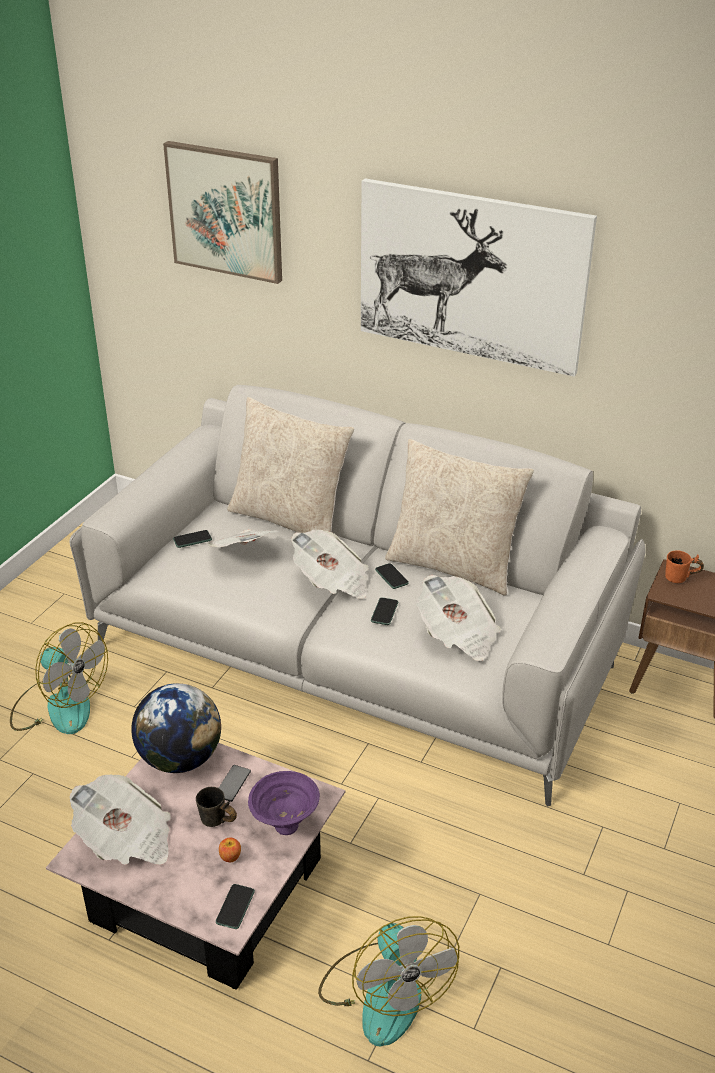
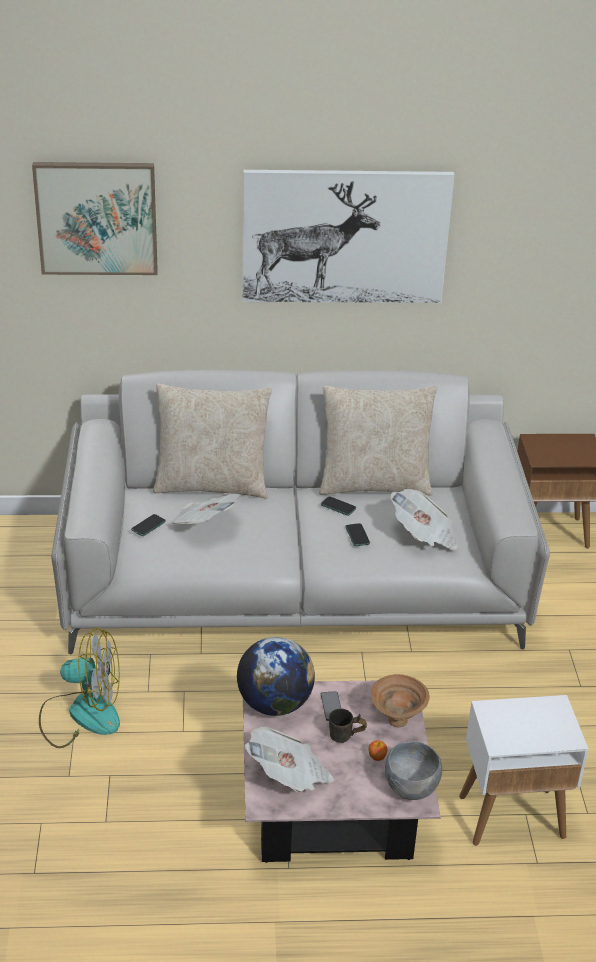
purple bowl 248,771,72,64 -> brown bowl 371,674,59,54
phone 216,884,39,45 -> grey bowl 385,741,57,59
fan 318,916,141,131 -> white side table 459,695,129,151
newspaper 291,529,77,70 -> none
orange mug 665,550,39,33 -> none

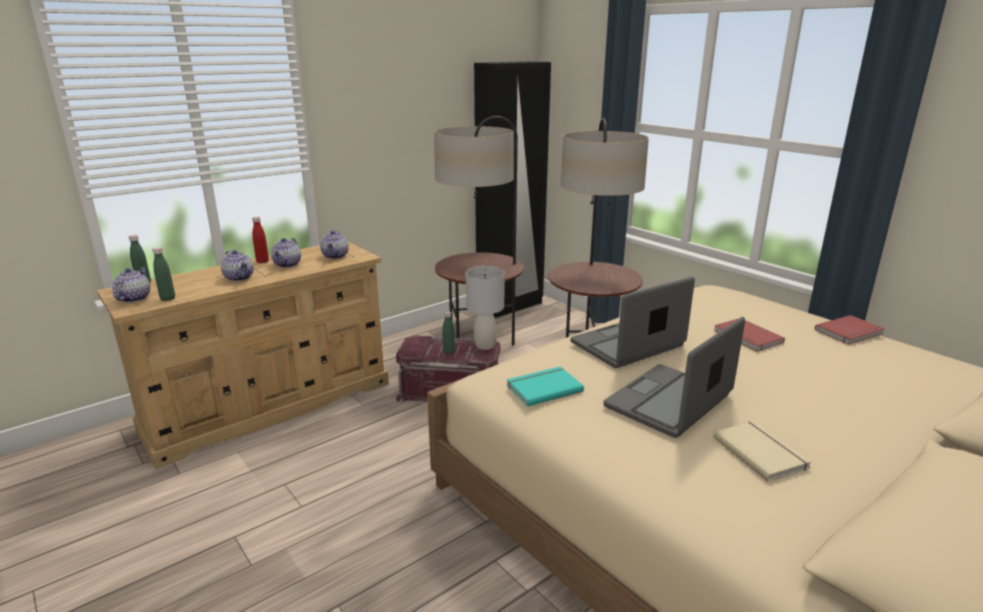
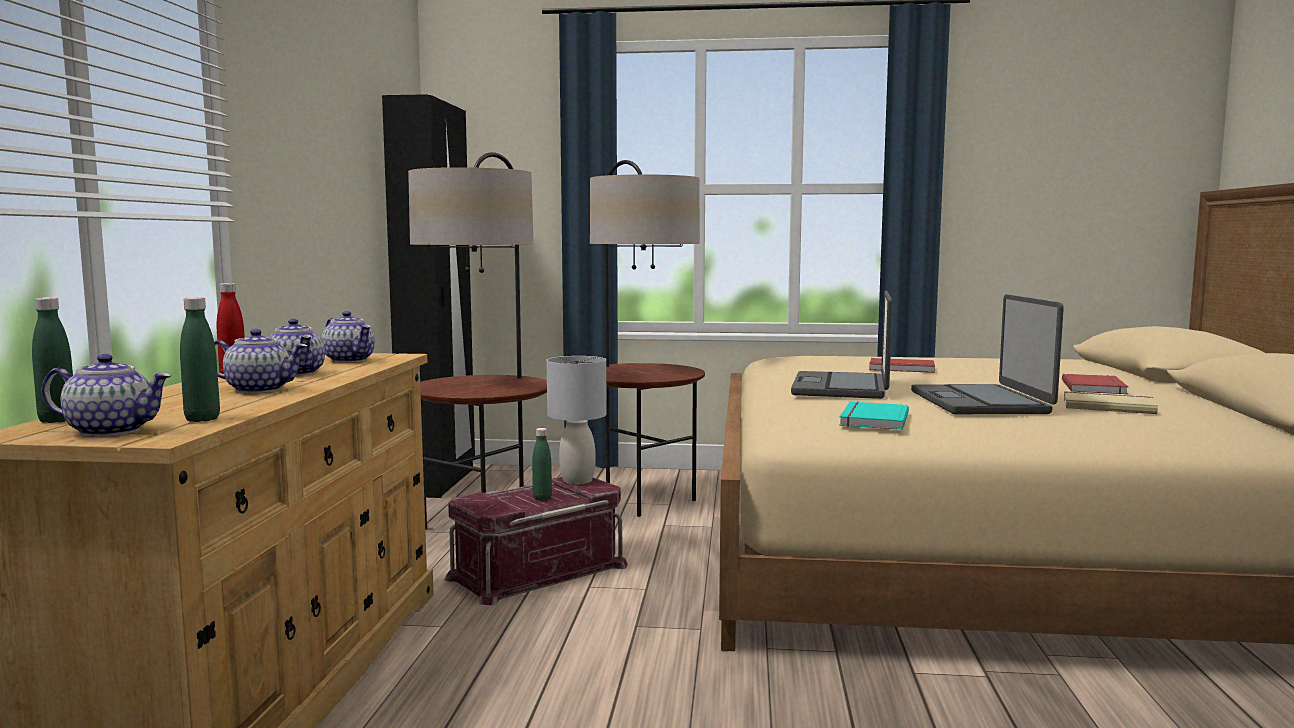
teapot 112,268,38,35 -> teapot 42,354,130,83, 135 degrees clockwise
red book 815,315,70,30 -> red book 1062,374,66,20, shifted

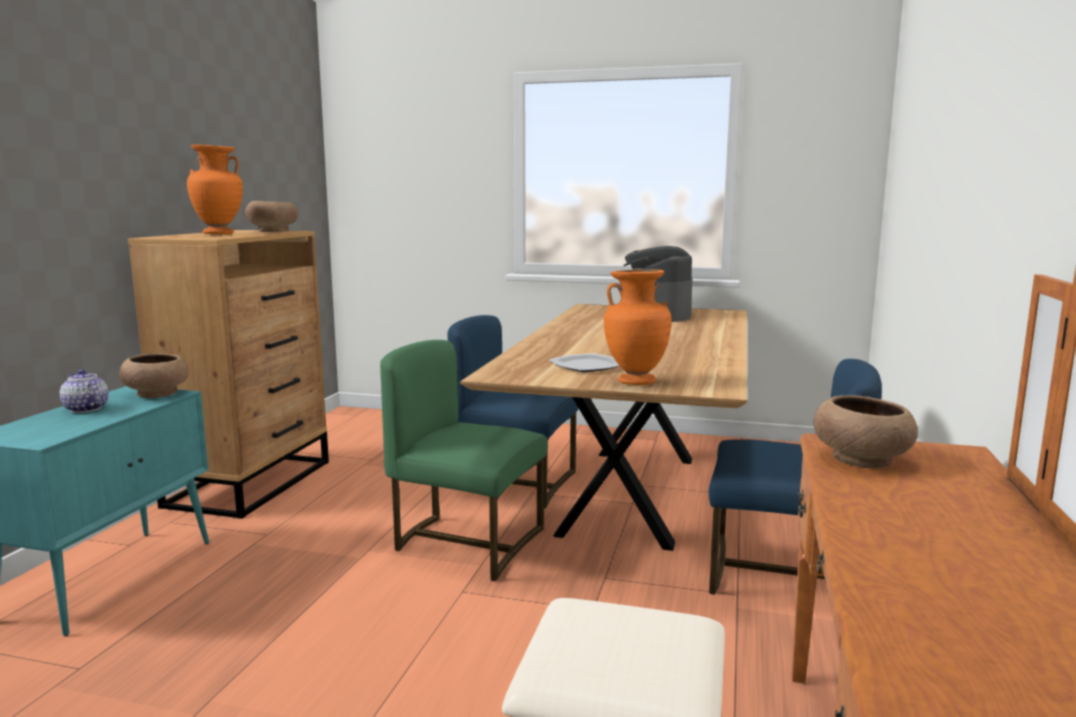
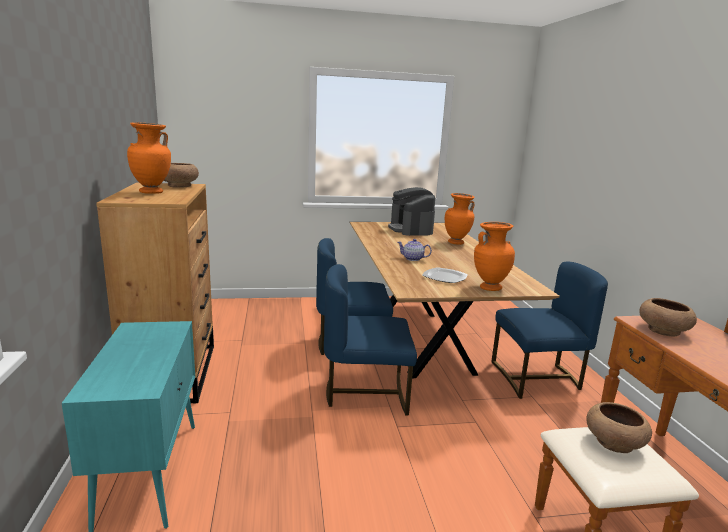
green chair 380,340,168,241 -> blue chair 324,264,93,151
teapot 60,369,49,44 -> teapot 397,239,35,22, shifted
none -> orange vase 445,193,30,52
brown bowl 119,353,70,45 -> brown bowl 586,402,66,51, shifted

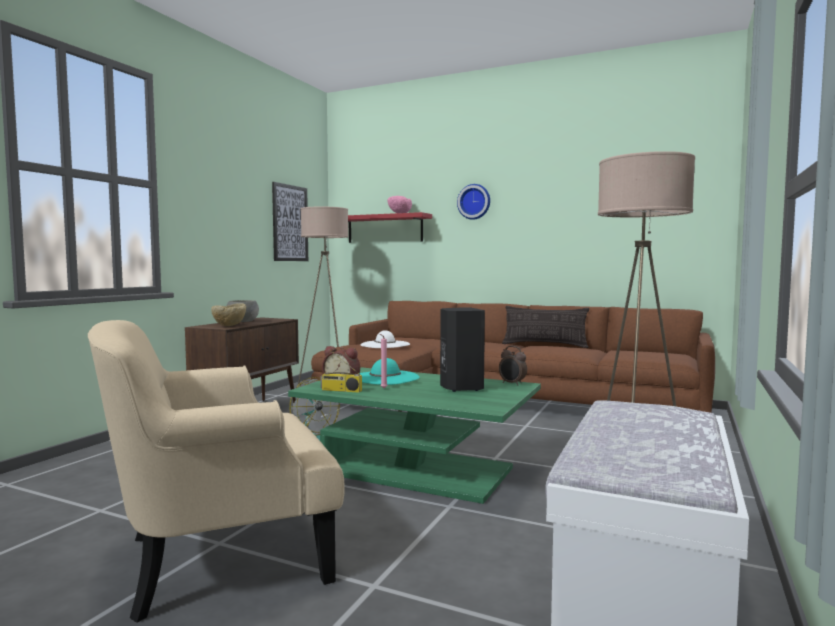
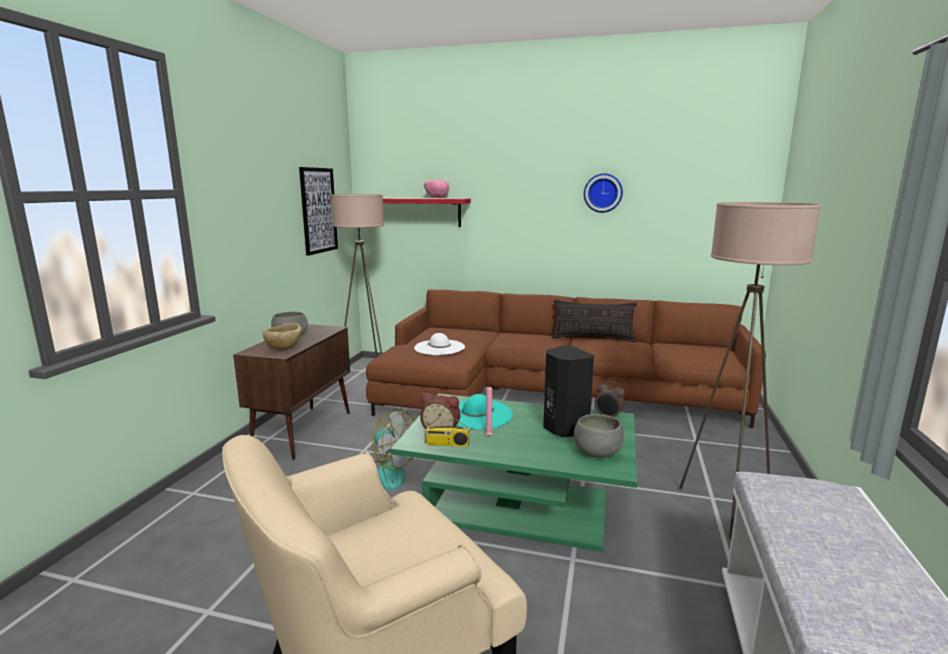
none -> grey bowl 574,414,51,44
wall clock 457,184,33,36 -> wall clock 584,173,39,40, shifted

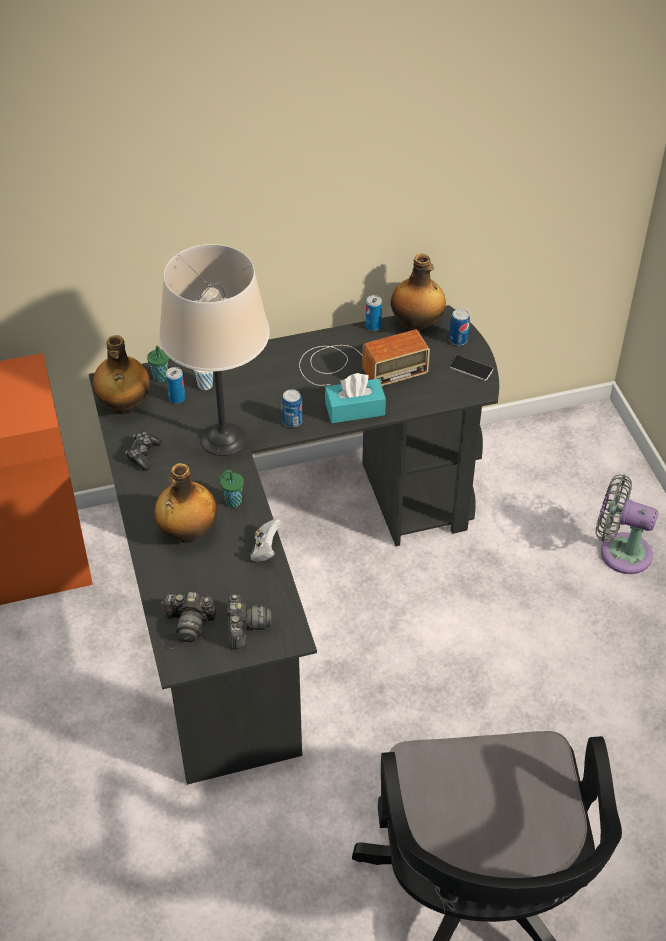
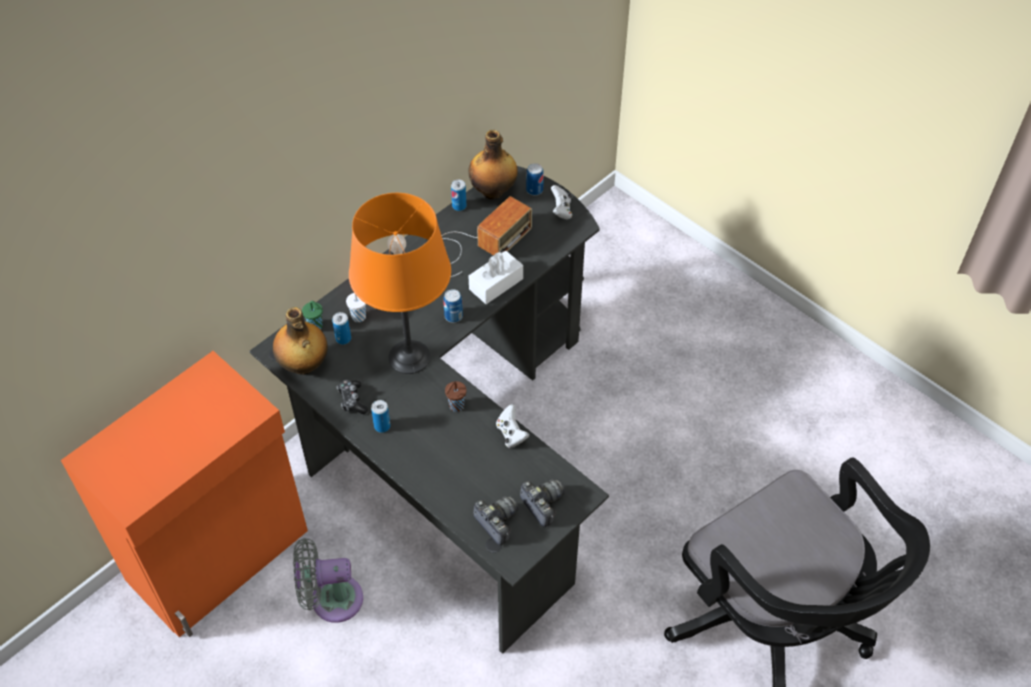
grey fan 595,474,63,100 -> grey fan 293,538,70,85, shifted
beige table lamp 159,244,111,212 -> orange table lamp 349,193,102,181
none -> can 371,400,19,33
green cup 217,470,27,37 -> brown cup 445,381,22,31
turquoise tissue box 325,373,61,50 -> white tissue box 469,251,54,53
photo camera 161,592,55,50 -> photo camera 473,496,45,50, 105 degrees counterclockwise
phone 450,355,43,26 -> white game controller 551,185,21,34
bottle 154,463,63,80 -> none

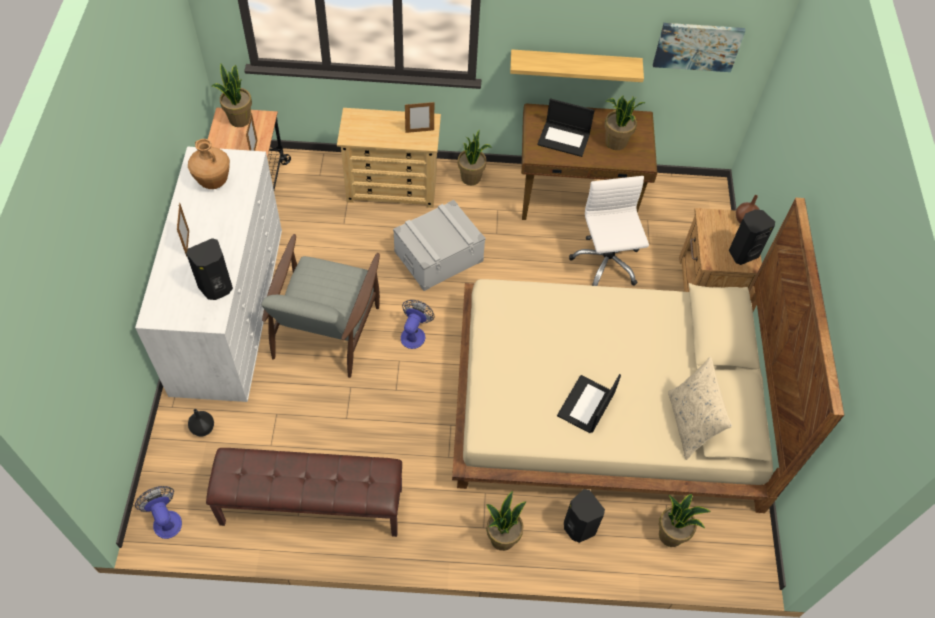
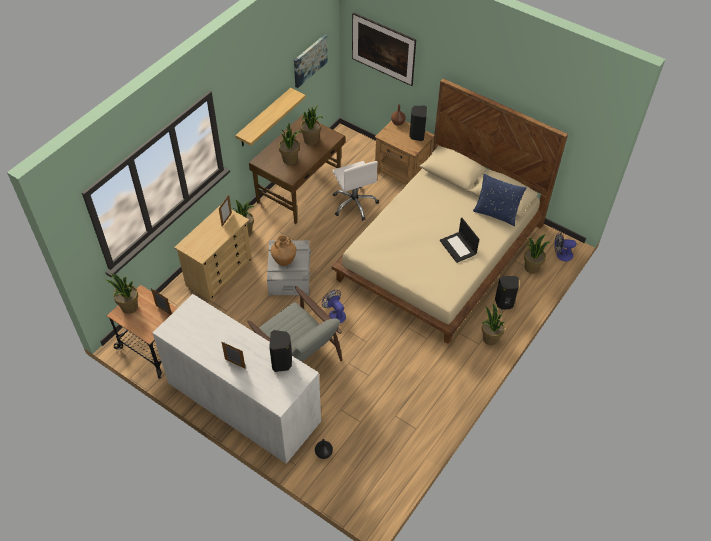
brown vase 188,139,42,50 -> brown vase 270,235,27,31, shifted
laptop 537,98,58,59 -> potted plant 279,123,22,42
white office chair 569,176,80,110 -> white office chair 333,161,46,60, 135 degrees counterclockwise
none -> picture 352,12,64,74
beige pillow 668,357,64,103 -> blue pillow 473,174,54,52
fan 135,486,47,53 -> fan 554,232,23,29, shifted
brown bench 206,448,196,89 -> none

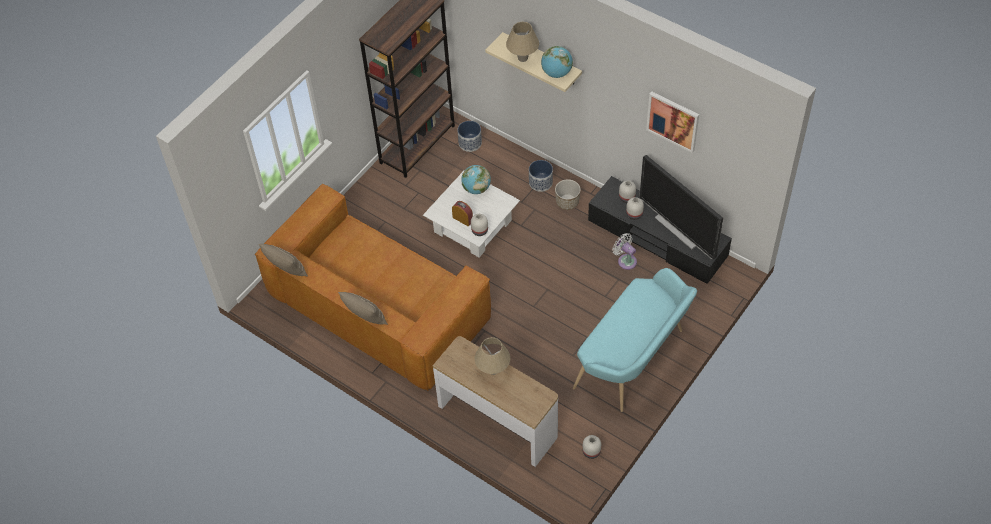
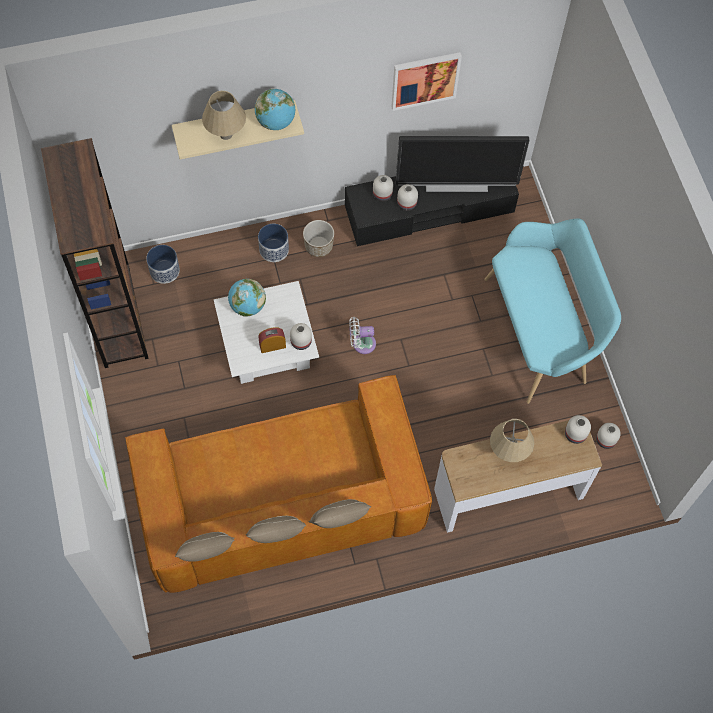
none -> beige pillow 246,516,60,27
white fan 612,233,25,37 -> white fan 349,317,27,37, shifted
none -> white vase 565,415,26,29

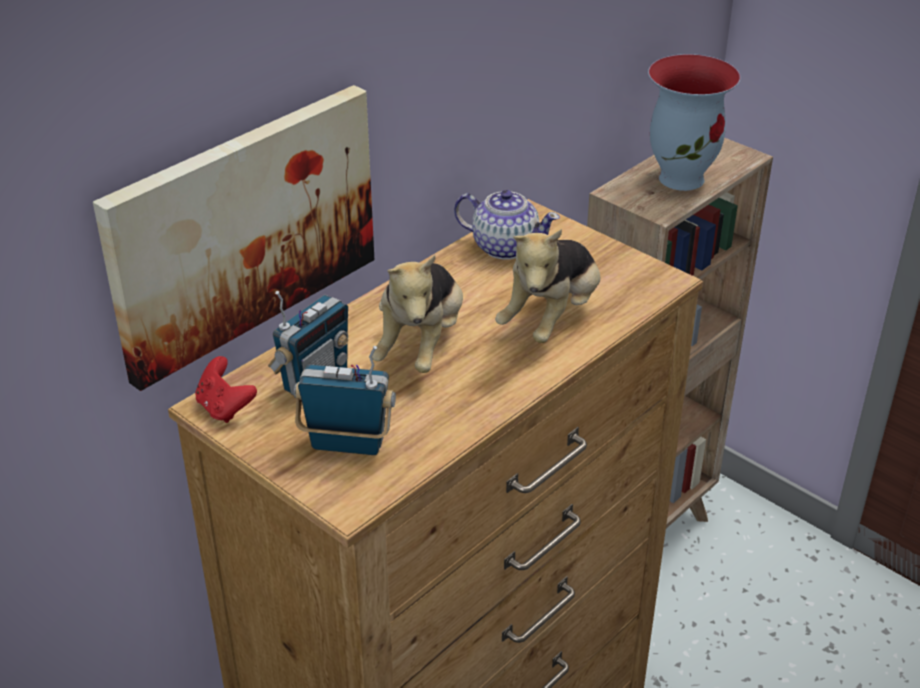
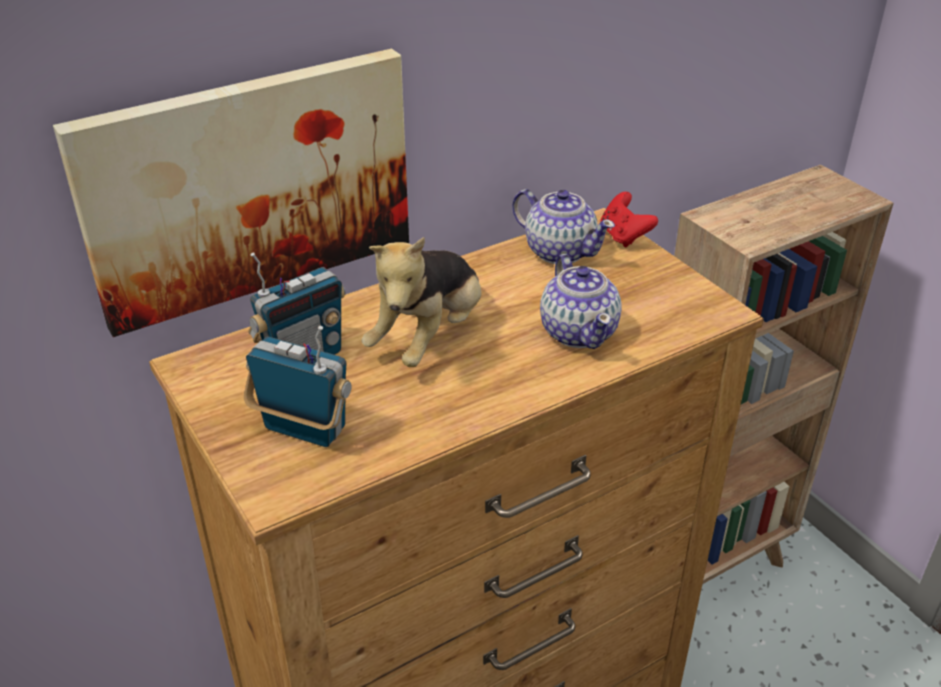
plush toy 495,229,105,114 -> teapot 540,254,82,95
red game controller 195,356,62,67 -> red game controller 601,192,57,55, shifted
vase 648,54,92,137 -> none

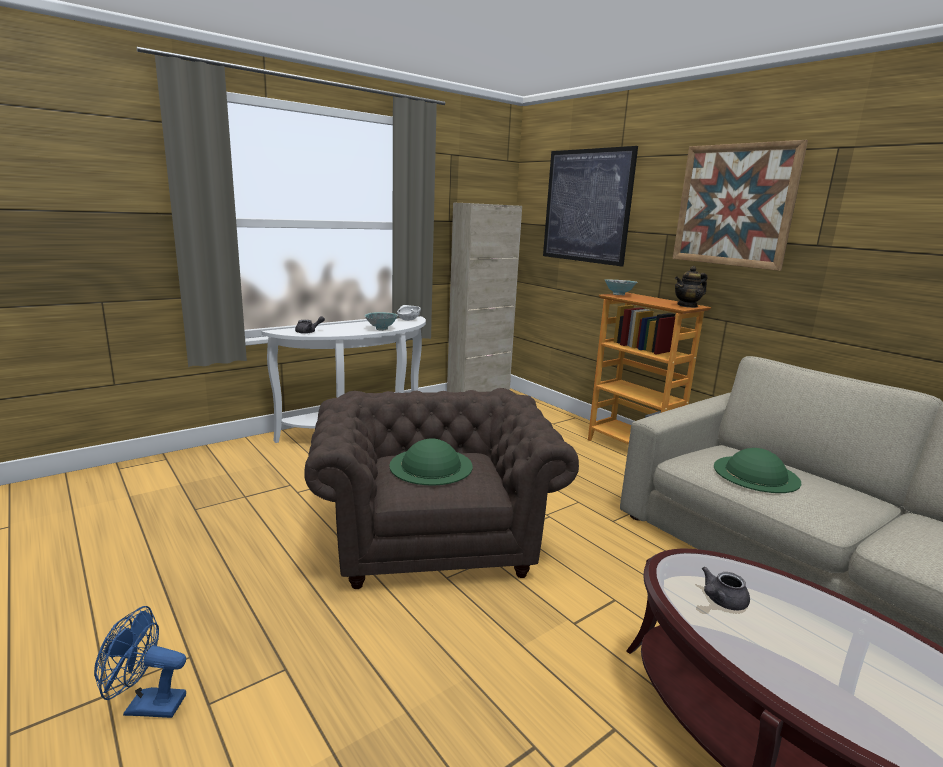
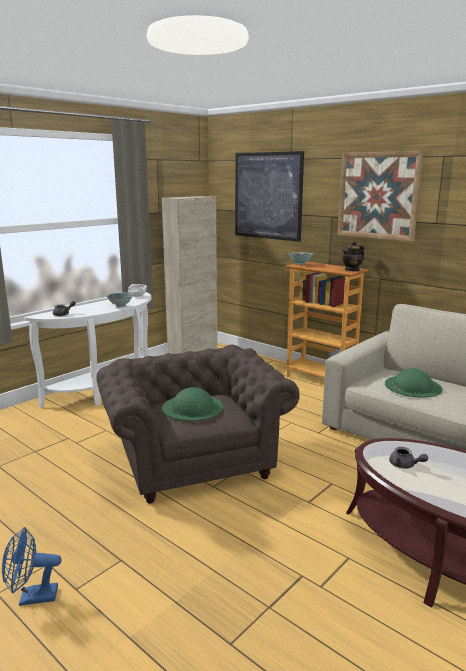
grey teapot 702,567,48,44 -> grey teapot 389,447,39,22, 90 degrees counterclockwise

